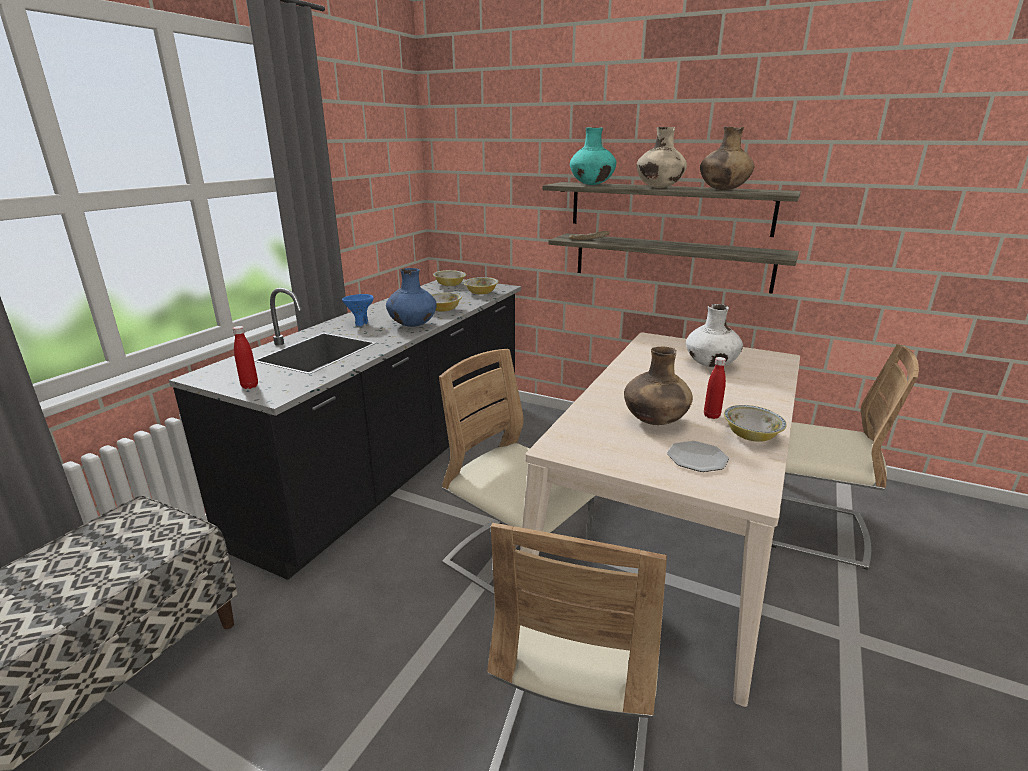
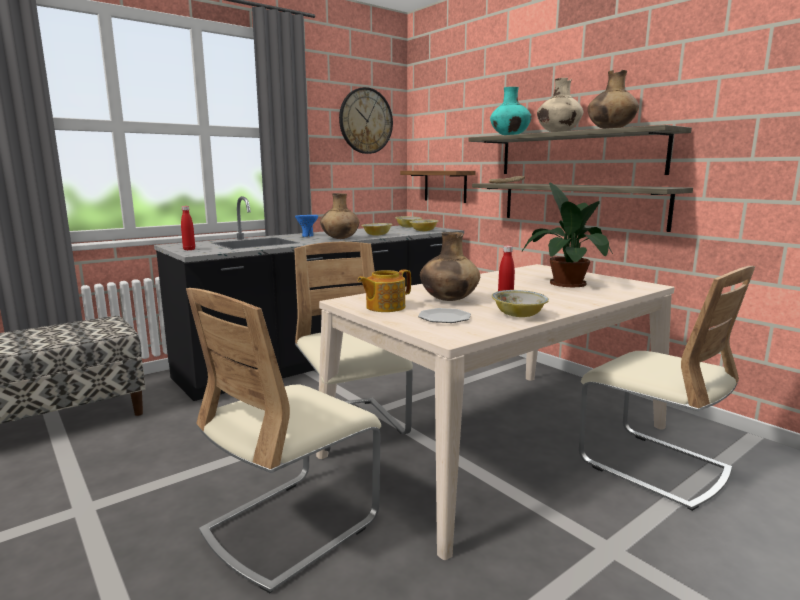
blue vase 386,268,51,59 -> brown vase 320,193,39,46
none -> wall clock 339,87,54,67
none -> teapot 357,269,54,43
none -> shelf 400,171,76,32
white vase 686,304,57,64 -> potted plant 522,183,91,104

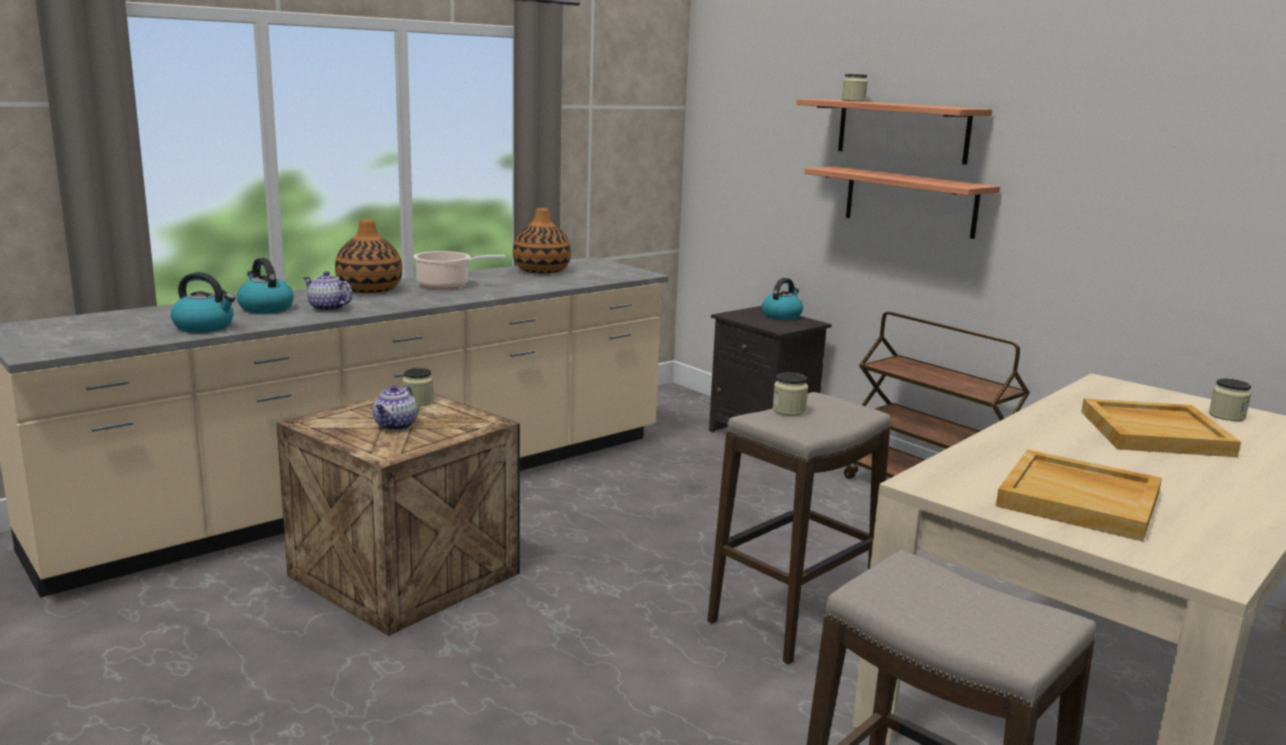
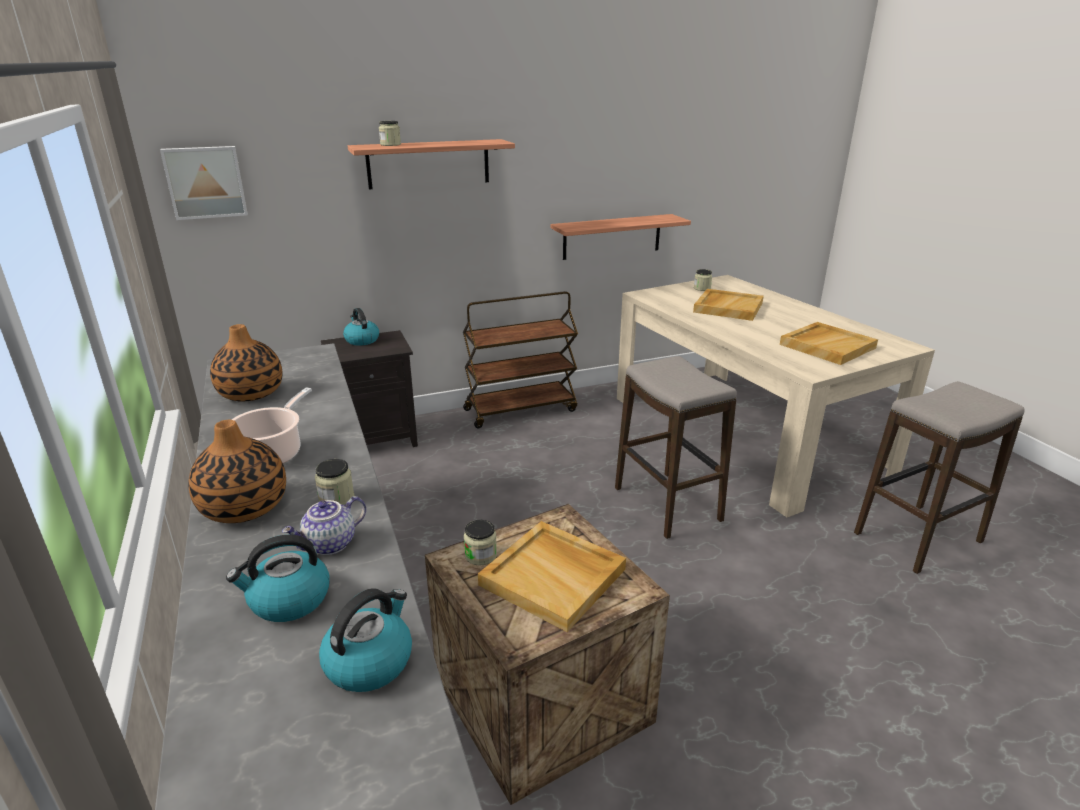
none -> picture 160,146,88,74
jar 773,372,35,44 -> jar 315,459,39,46, shifted
teapot 373,385,44,46 -> beige tray 478,521,148,111
shelf 804,167,196,72 -> shelf 551,214,140,46, shifted

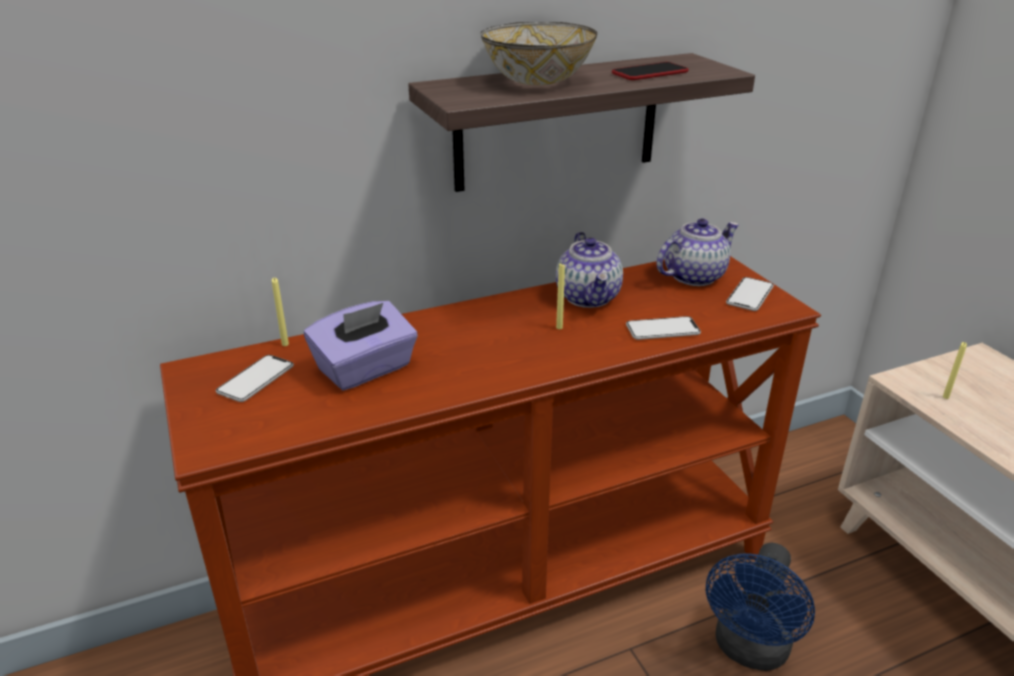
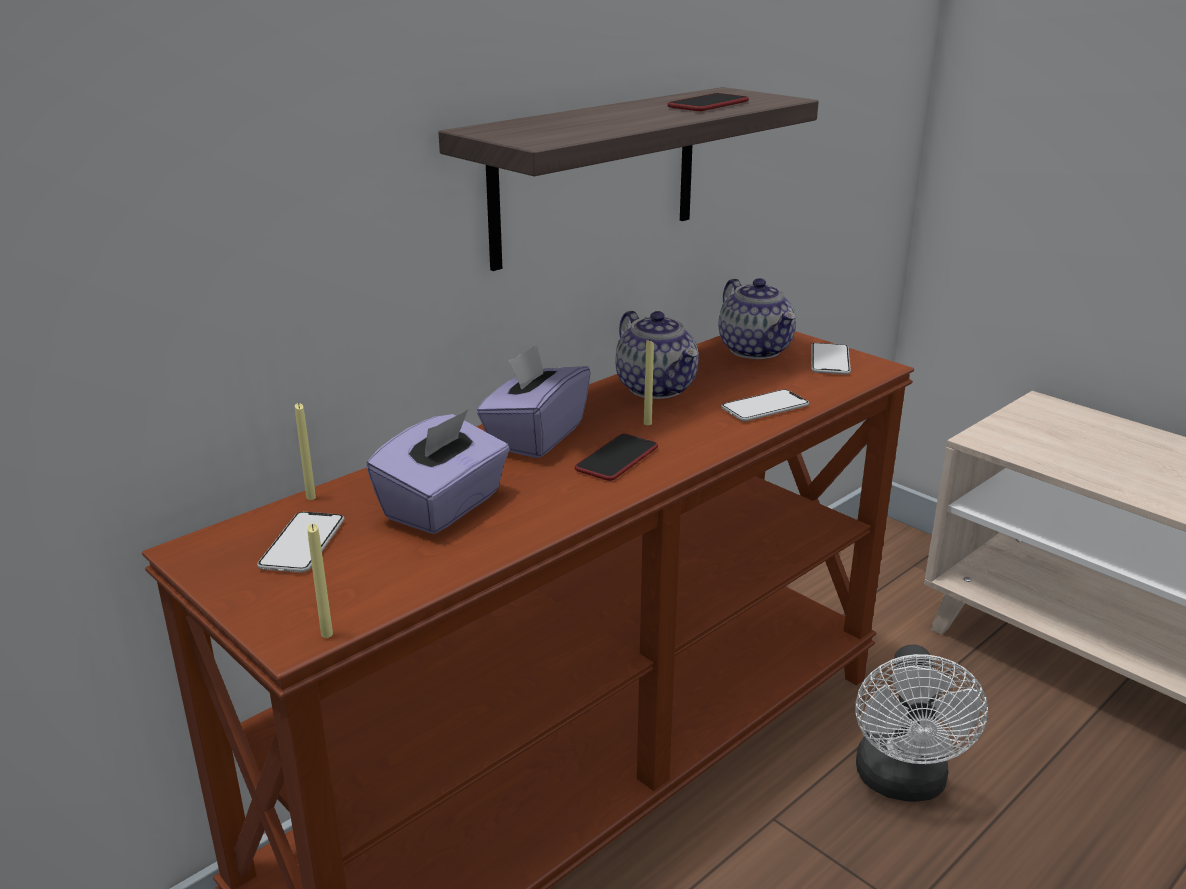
yellow candle 943,342,24,57 -> yellow candle 308,523,25,115, shifted
none -> purple tissue box 476,344,115,114
none -> phone 575,433,83,48
teapot 656,218,83,68 -> teapot 718,278,79,81, 120 degrees clockwise
blue fan 706,543,109,128 -> white fan 855,644,133,158
bowl 481,22,116,63 -> none

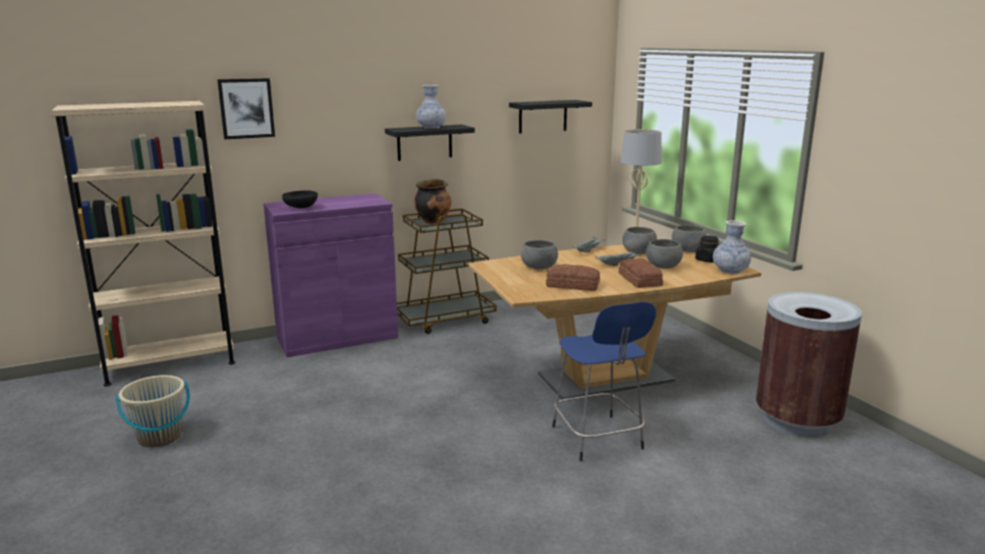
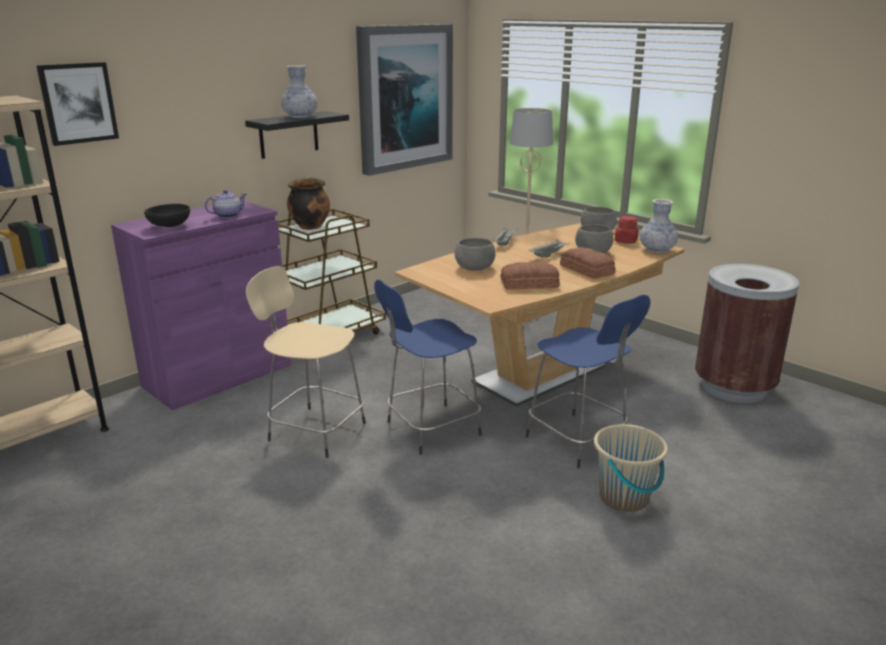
none -> teapot 205,190,41,28
none -> beige stool 246,266,120,192
black shelf 509,100,83,33 -> picture 356,24,97,152
none -> blue stool 374,280,108,175
beige bucket 115,375,75,72 -> beige bucket 594,424,74,88, shifted
black jar 695,235,24,27 -> red jar 615,216,23,27
grey bowl 622,227,35,27 -> none

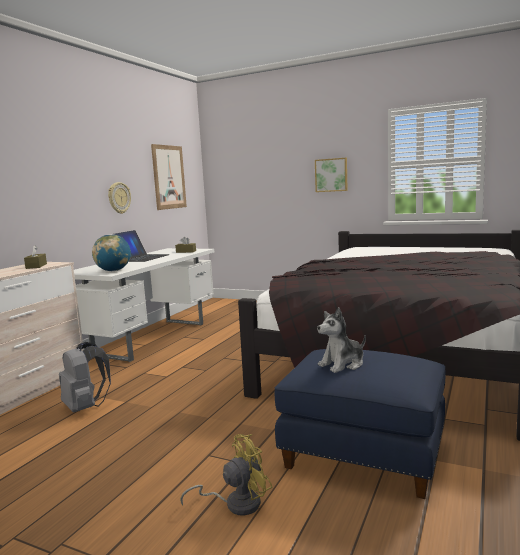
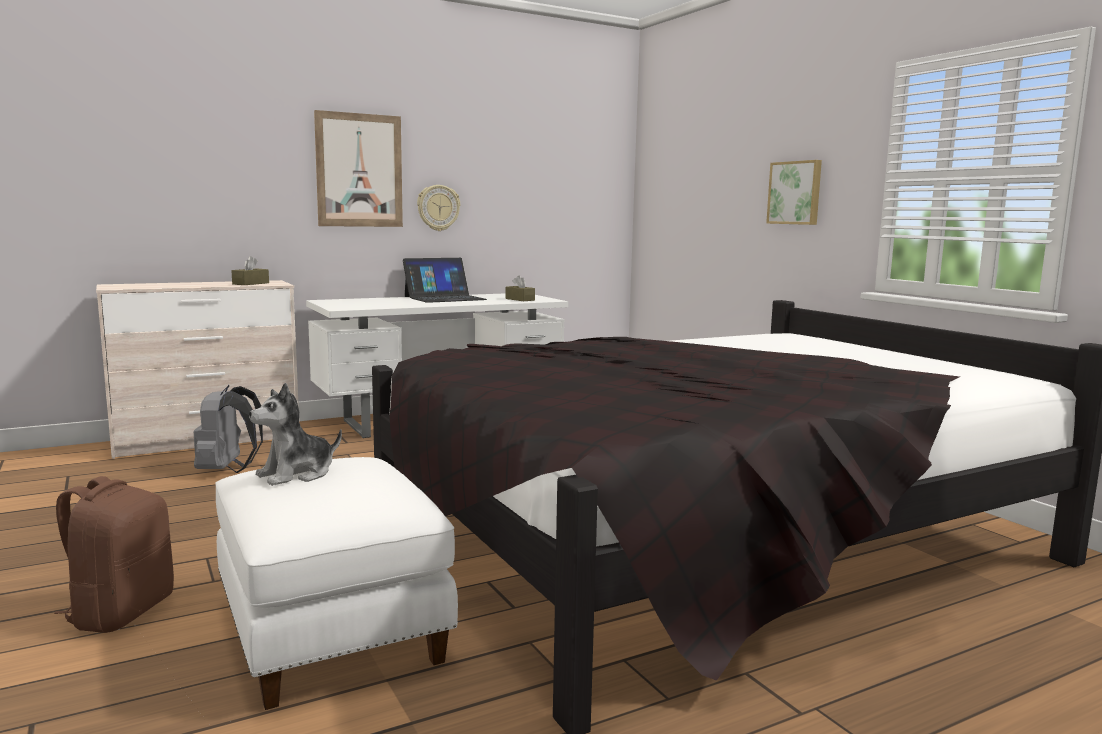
yellow fan 180,434,93,82 -> brown backpack 54,476,120,157
blue ottoman 275,349,171,150 -> white ottoman 215,457,243,253
plush toy 317,307,49,66 -> plush toy 249,383,93,103, 45 degrees counterclockwise
picture 151,144,36,66 -> picture 314,110,89,117, shifted
globe 92,234,39,37 -> none

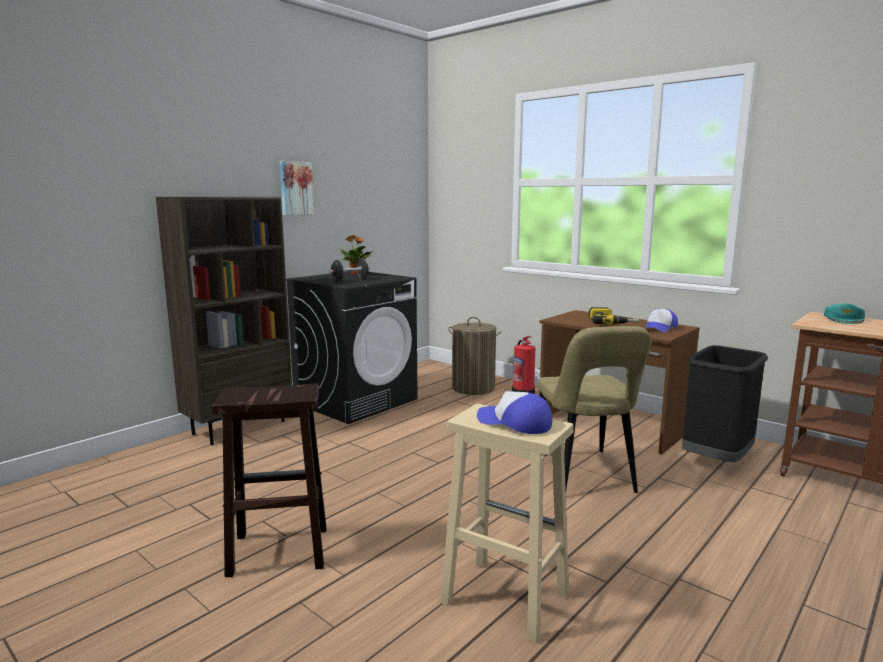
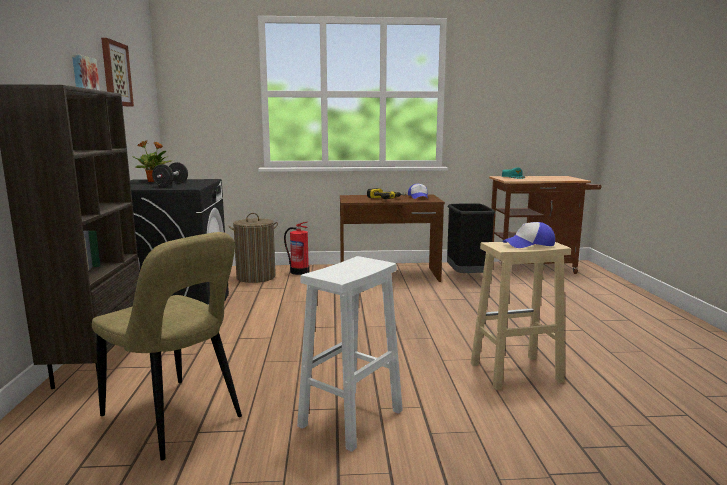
beige chair 538,326,113,167 -> beige chair 92,232,150,228, shifted
none -> picture 101,38,33,69
brown stool 212,383,115,194 -> white stool 297,256,106,196

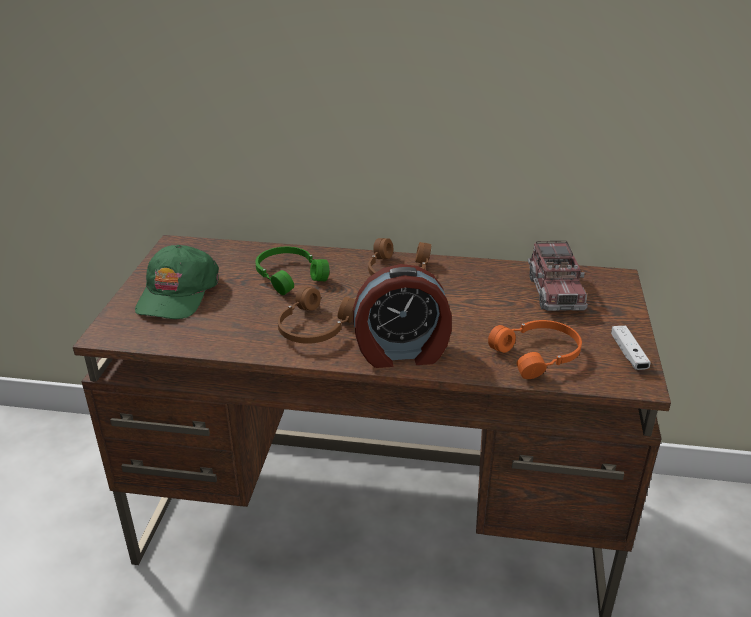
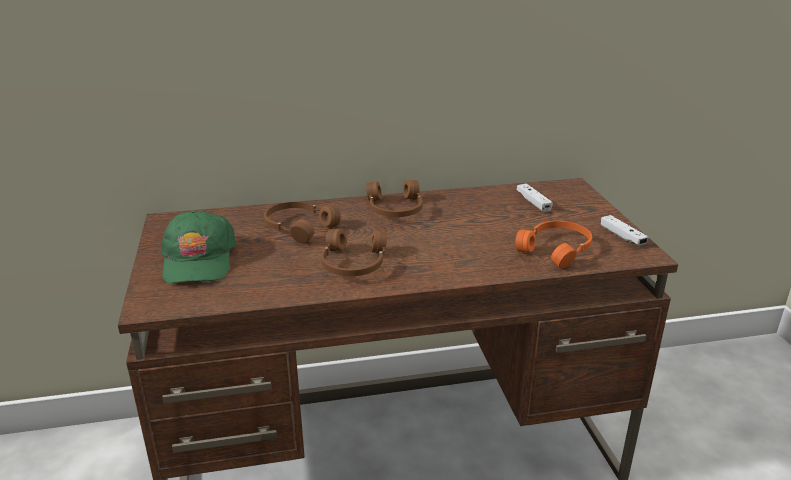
green headphones 255,247,74,48 -> brown headphones 264,202,77,42
toy truck 528,241,60,70 -> white game controller 517,183,36,29
alarm clock 353,264,99,104 -> none

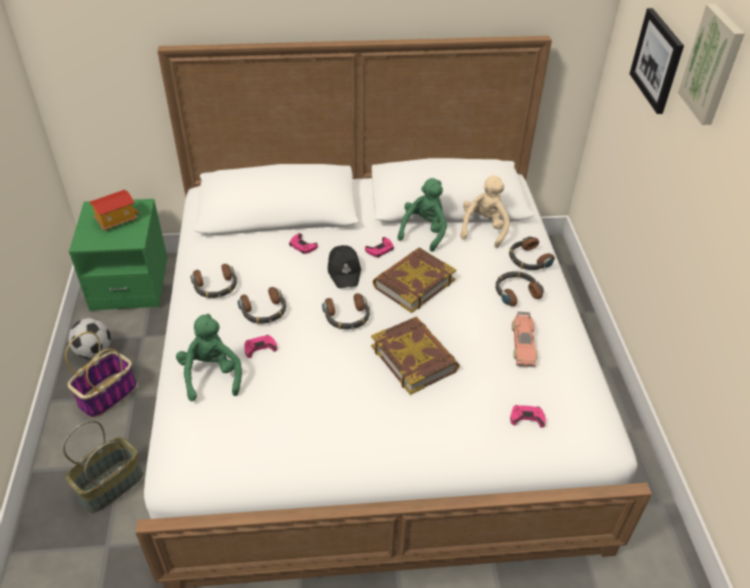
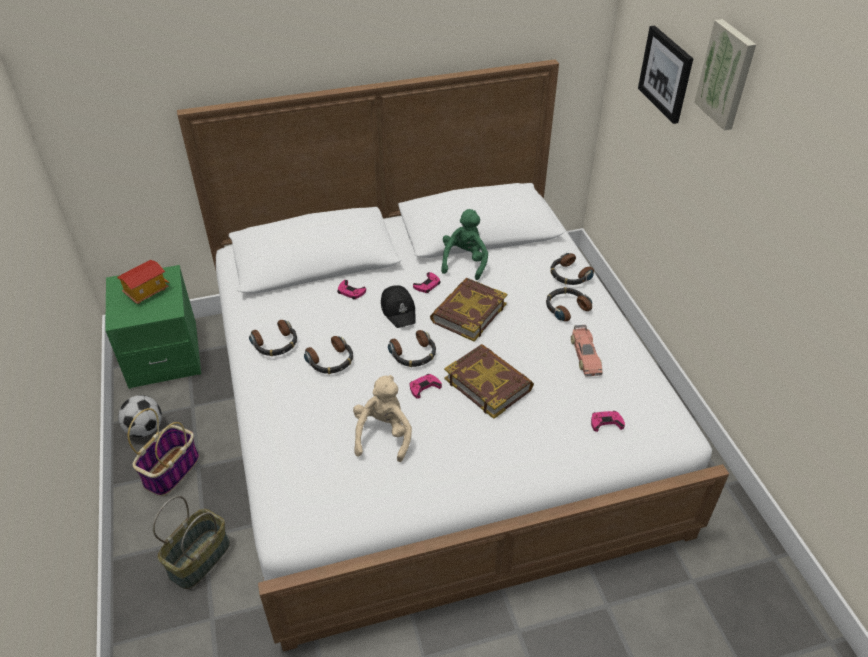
beige plush toy 460,175,50,73 -> beige plush toy 353,375,59,87, shifted
pink game controller 245,335,32,23 -> pink game controller 409,374,33,25, shifted
green plush toy 176,314,66,87 -> none

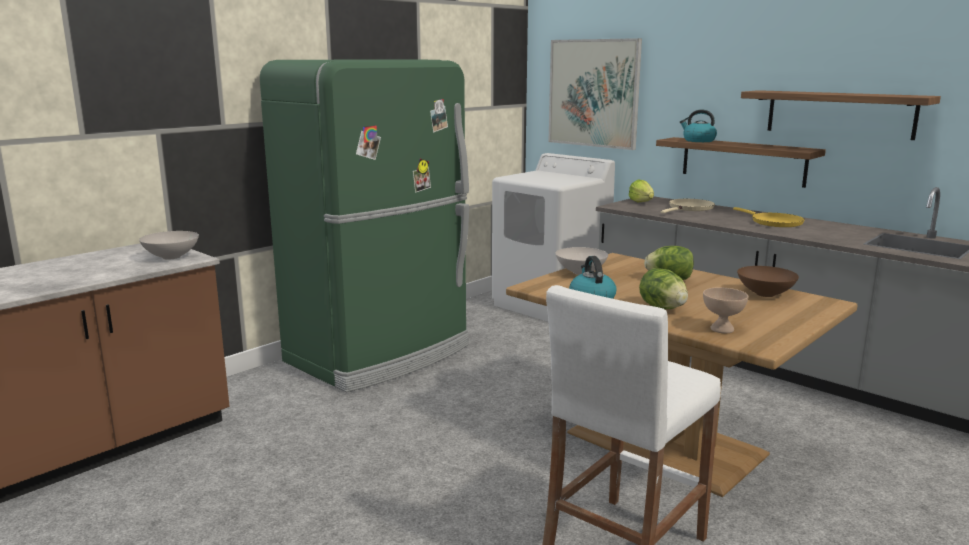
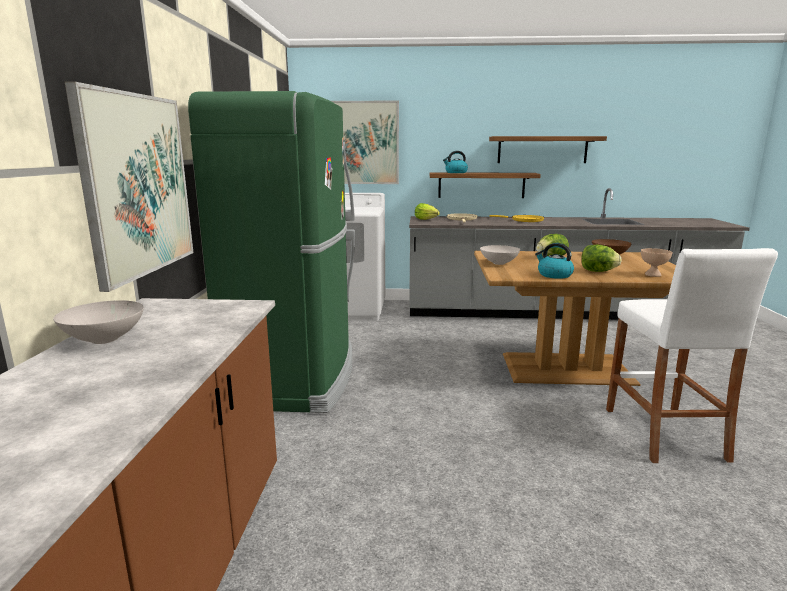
white bowl 139,231,60,29 -> white bowl 53,300,91,44, shifted
none -> picture 65,82,129,210

